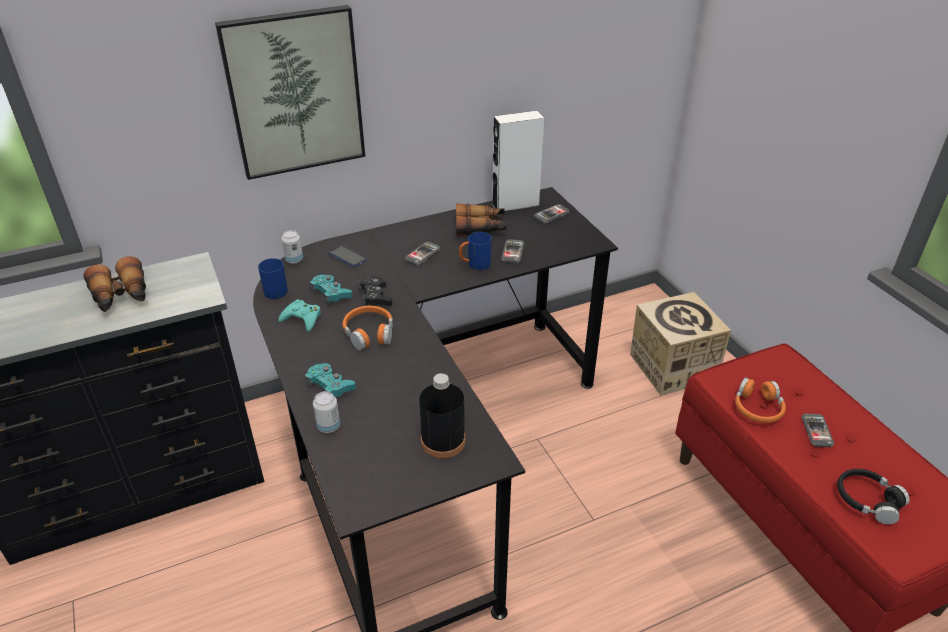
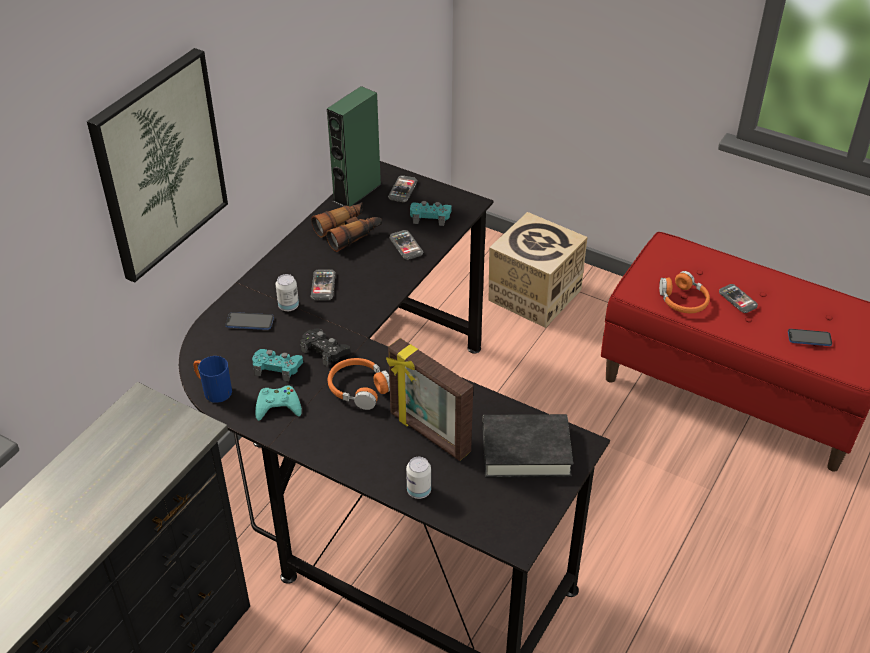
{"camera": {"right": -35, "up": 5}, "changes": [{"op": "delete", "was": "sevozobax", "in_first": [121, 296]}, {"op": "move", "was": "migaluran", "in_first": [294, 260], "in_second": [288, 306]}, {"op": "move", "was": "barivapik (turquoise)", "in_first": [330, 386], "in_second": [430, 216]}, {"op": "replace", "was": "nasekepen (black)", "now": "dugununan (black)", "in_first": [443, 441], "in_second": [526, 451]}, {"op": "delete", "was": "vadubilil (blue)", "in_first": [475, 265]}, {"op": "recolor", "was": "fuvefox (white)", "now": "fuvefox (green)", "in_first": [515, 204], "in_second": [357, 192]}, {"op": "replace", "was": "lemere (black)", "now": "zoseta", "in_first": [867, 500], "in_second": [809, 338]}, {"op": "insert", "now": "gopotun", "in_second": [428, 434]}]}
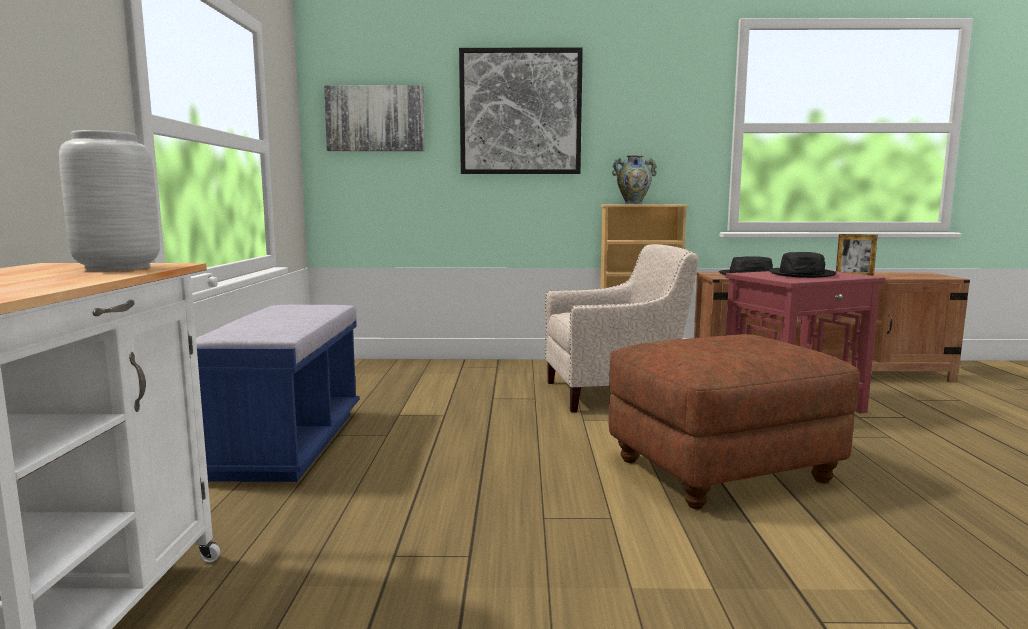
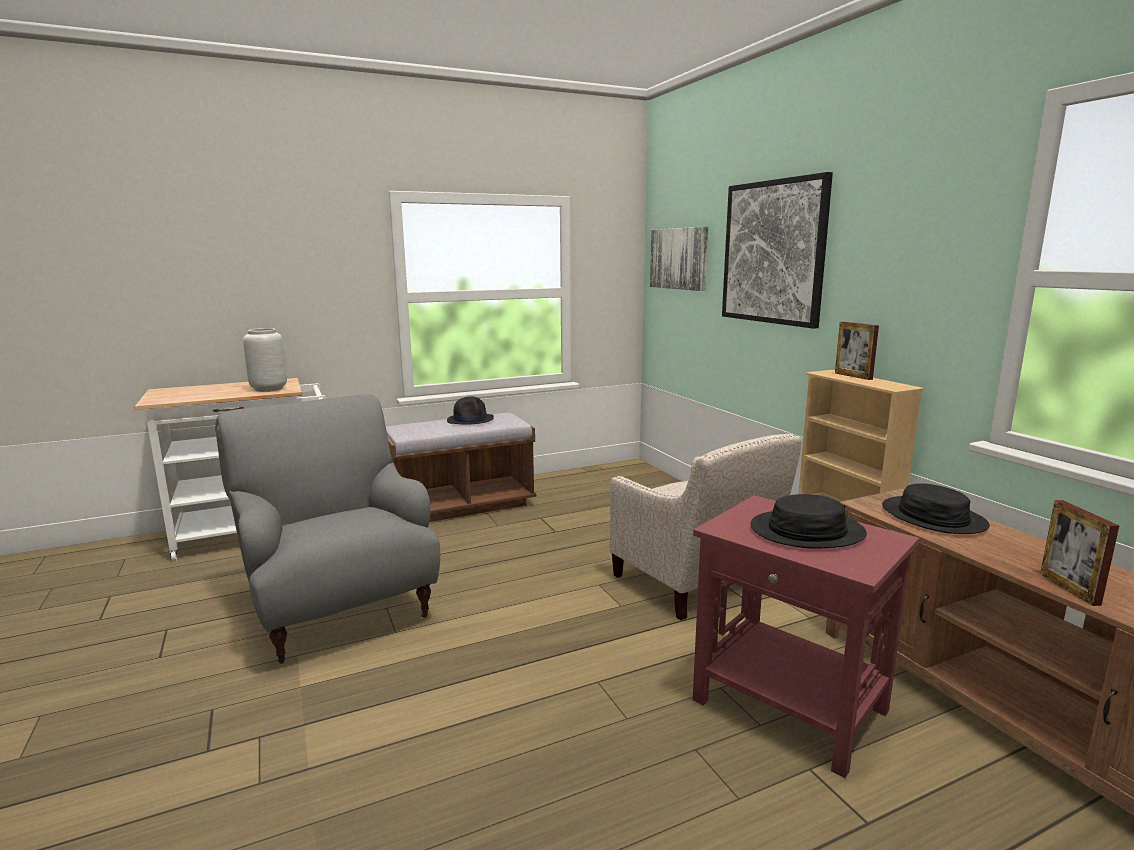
{"camera": {"right": 65, "up": 5}, "changes": [{"op": "recolor", "was": "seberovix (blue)", "now": "seberovix (brown)", "in_first": [286, 444], "in_second": [461, 505]}, {"op": "delete", "was": "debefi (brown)", "in_first": [721, 470]}, {"op": "replace", "was": "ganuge", "now": "gopotun", "in_first": [633, 204], "in_second": [853, 376]}, {"op": "insert", "now": "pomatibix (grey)", "in_second": [338, 609]}, {"op": "insert", "now": "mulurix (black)", "in_second": [470, 419]}]}
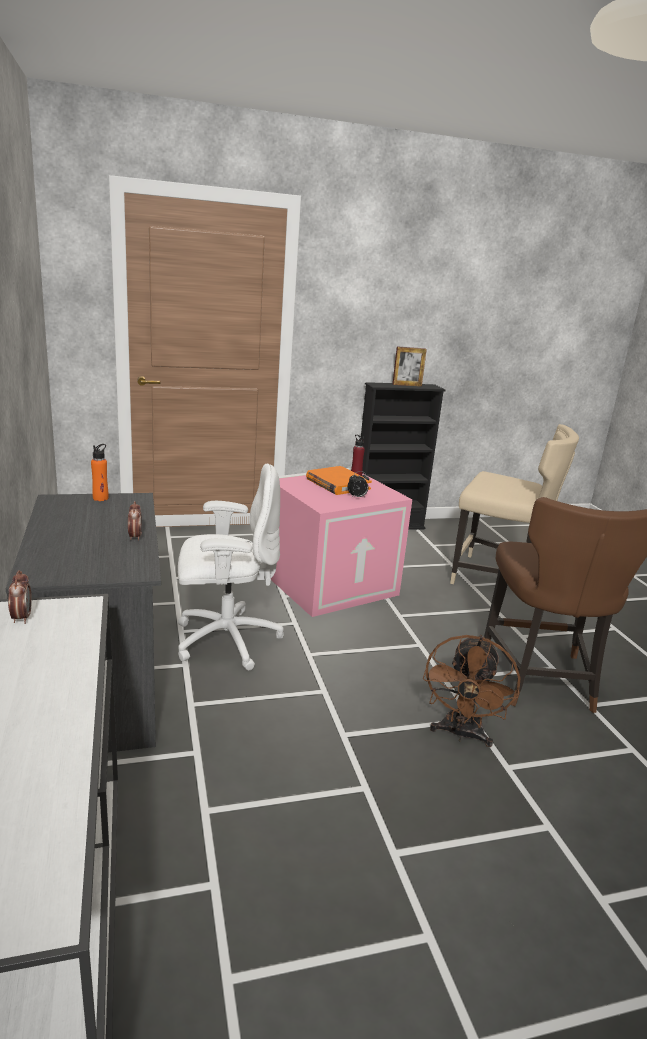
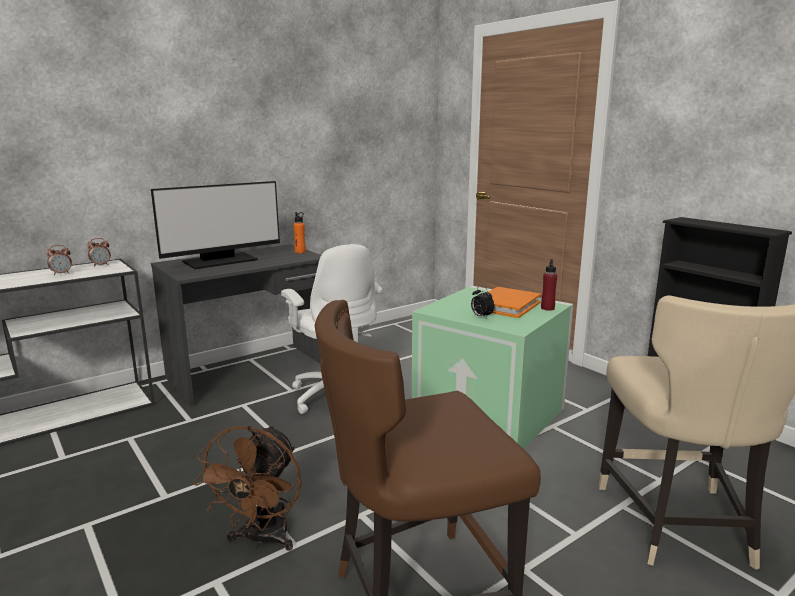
{"camera": {"right": 70, "up": -5}, "changes": [{"op": "move", "was": "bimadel", "in_first": [135, 537], "in_second": [61, 274]}, {"op": "recolor", "was": "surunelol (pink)", "now": "surunelol (green)", "in_first": [329, 581], "in_second": [491, 413]}, {"op": "delete", "was": "gopotun", "in_first": [407, 385]}, {"op": "rotate", "was": "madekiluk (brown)", "in_first": [461, 734], "in_second": [261, 540], "clockwise": -75}, {"op": "insert", "now": "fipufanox", "in_second": [221, 261]}]}
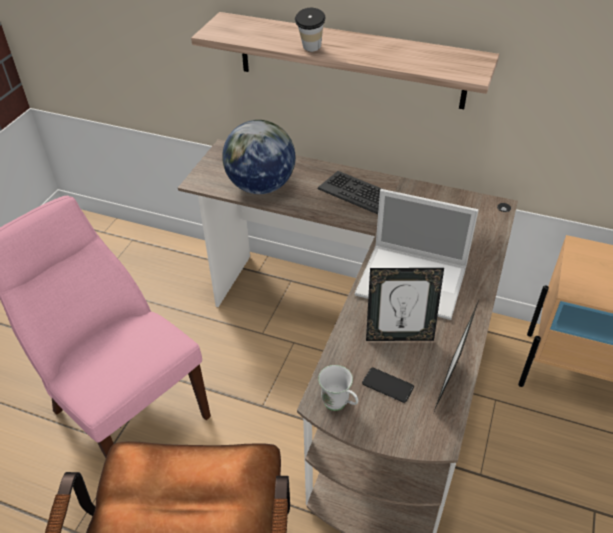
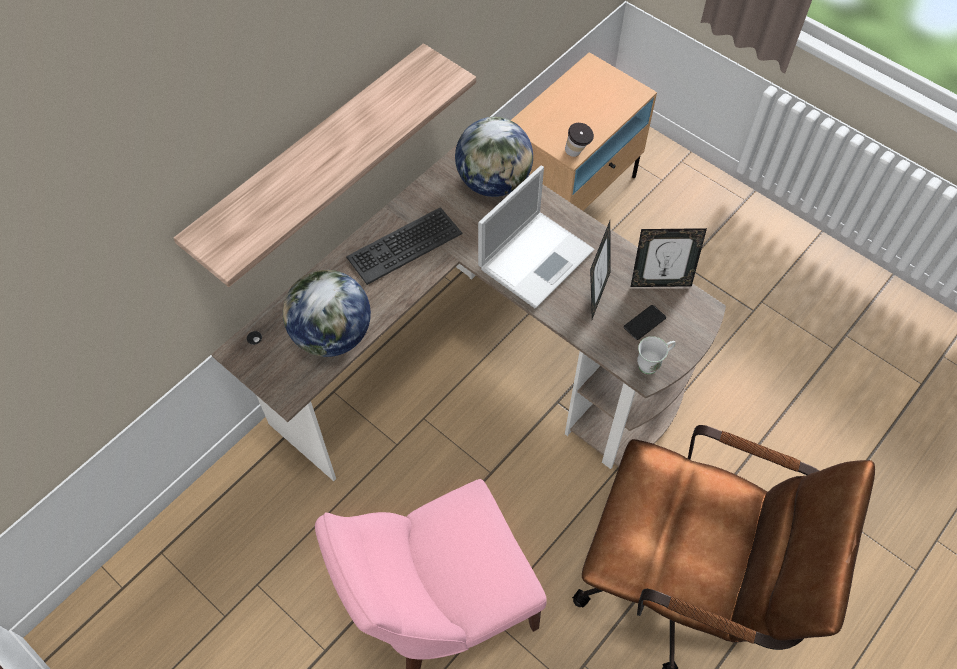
{"camera": {"right": -70, "up": 15}, "changes": [{"op": "move", "was": "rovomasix", "in_first": [310, 50], "in_second": [577, 153]}, {"op": "rotate", "was": "gopotun", "in_first": [448, 386], "in_second": [660, 282], "clockwise": -45}, {"op": "insert", "now": "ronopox", "in_second": [494, 182]}]}
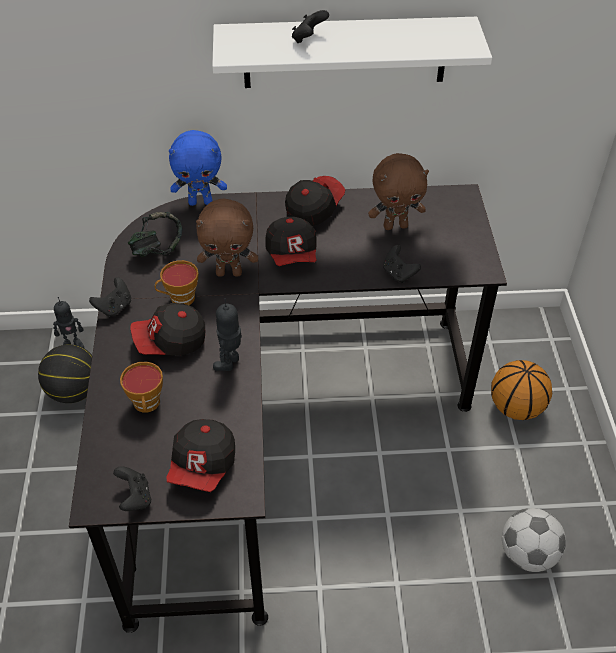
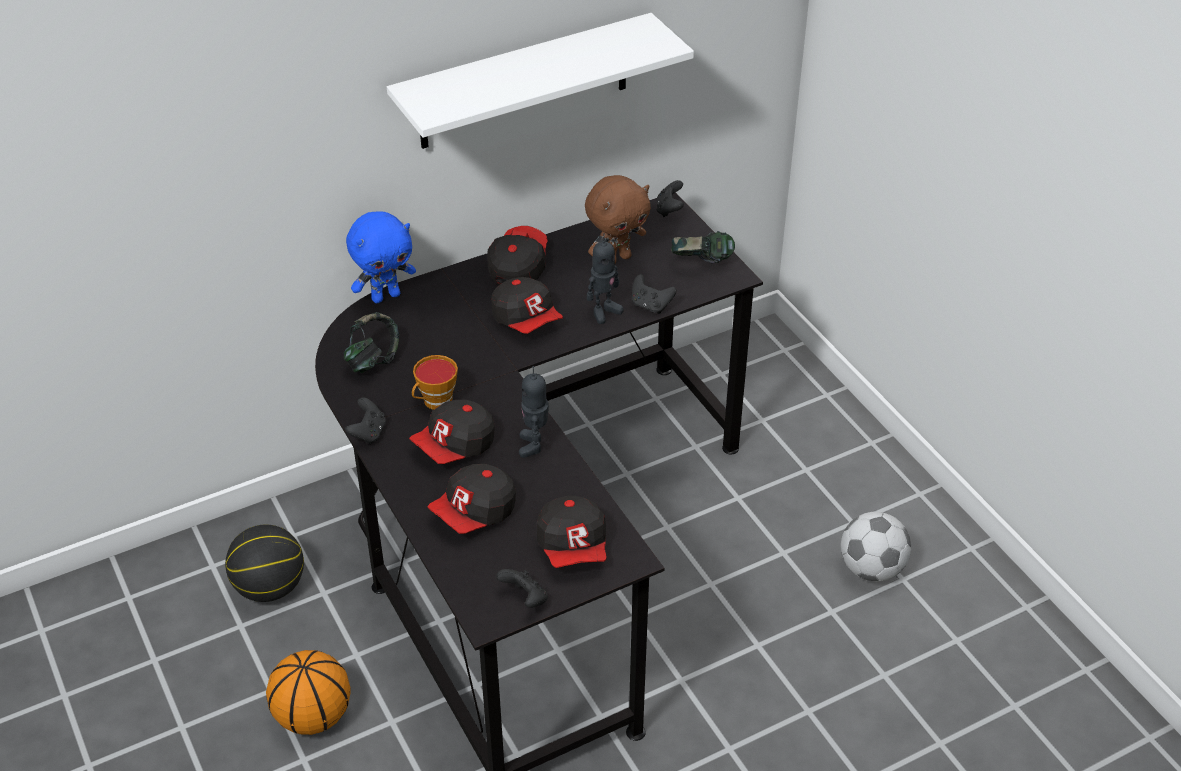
{"camera": {"right": -25, "up": -5}, "changes": [{"op": "move", "was": "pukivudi", "in_first": [72, 345], "in_second": [604, 311]}, {"op": "replace", "was": "rovomasix", "now": "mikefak", "in_first": [147, 404], "in_second": [475, 513]}, {"op": "delete", "was": "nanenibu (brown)", "in_first": [229, 272]}, {"op": "move", "was": "barivapik (black)", "in_first": [308, 39], "in_second": [669, 210]}, {"op": "move", "was": "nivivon", "in_first": [516, 408], "in_second": [313, 717]}, {"op": "insert", "now": "lemere", "in_second": [701, 263]}]}
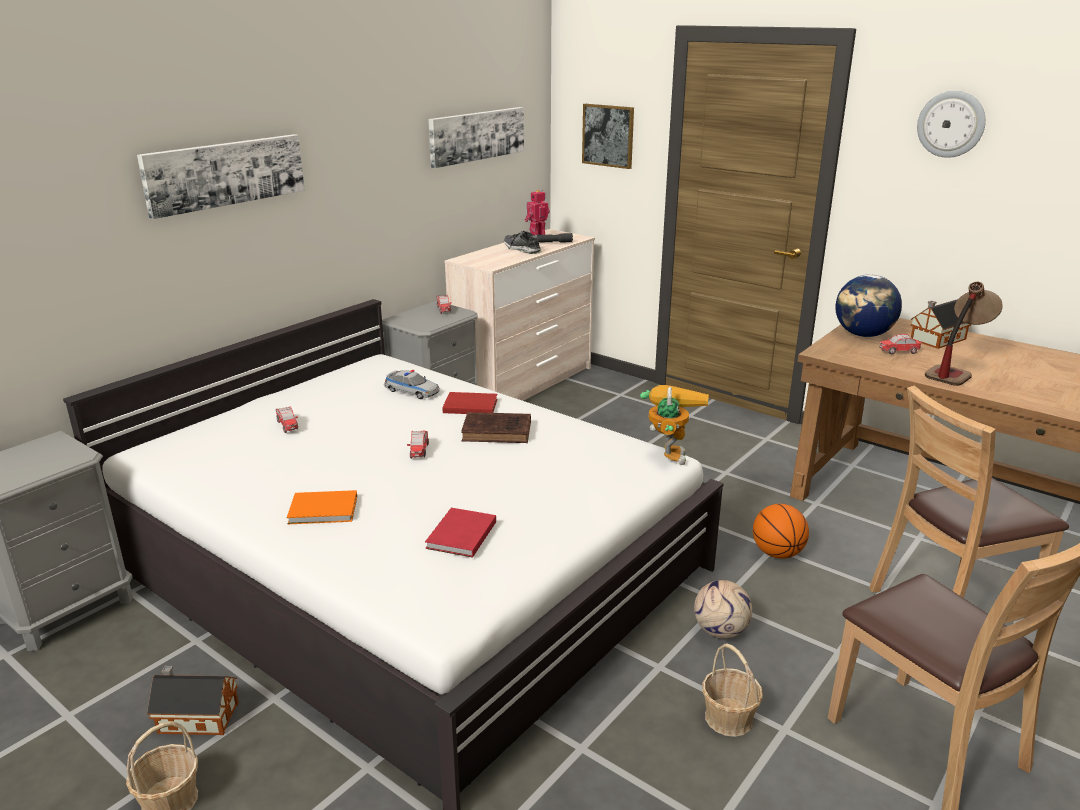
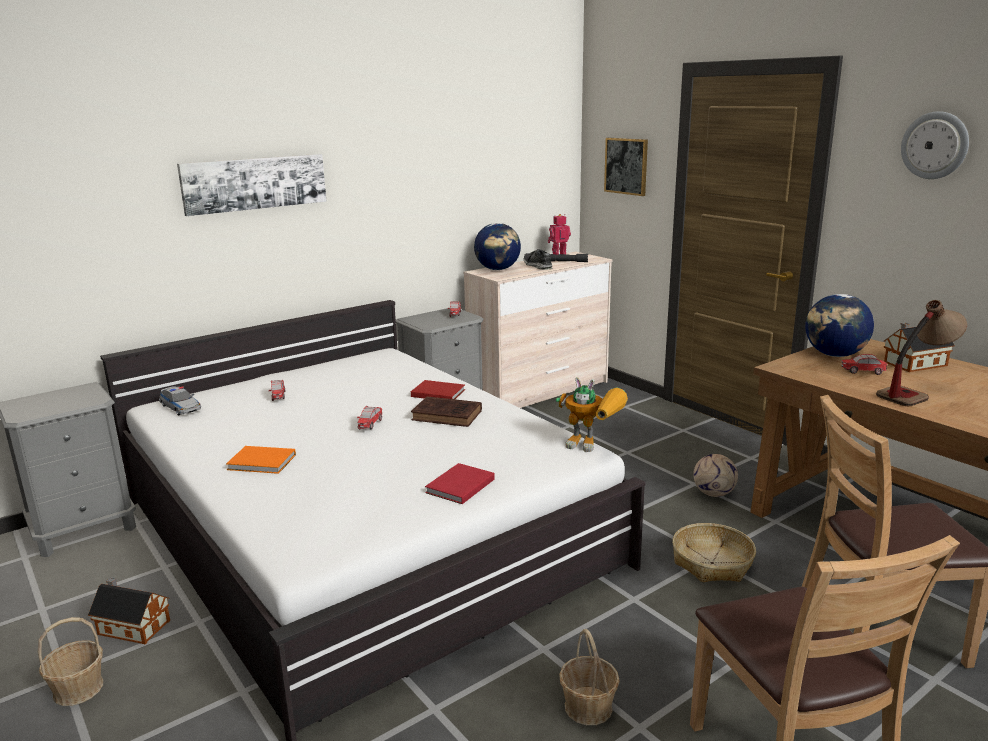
{"camera": {"right": 15, "up": -5}, "changes": [{"op": "move", "was": "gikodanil", "in_first": [412, 391], "in_second": [180, 407]}, {"op": "move", "was": "dugununan (red)", "in_first": [460, 536], "in_second": [458, 486]}, {"op": "delete", "was": "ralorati", "in_first": [476, 136]}, {"op": "rotate", "was": "pukivudi", "in_first": [668, 451], "in_second": [594, 446], "clockwise": 90}, {"op": "move", "was": "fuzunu", "in_first": [721, 631], "in_second": [714, 493]}, {"op": "replace", "was": "nivivon", "now": "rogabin", "in_first": [777, 553], "in_second": [712, 563]}, {"op": "insert", "now": "ronopox", "in_second": [498, 269]}]}
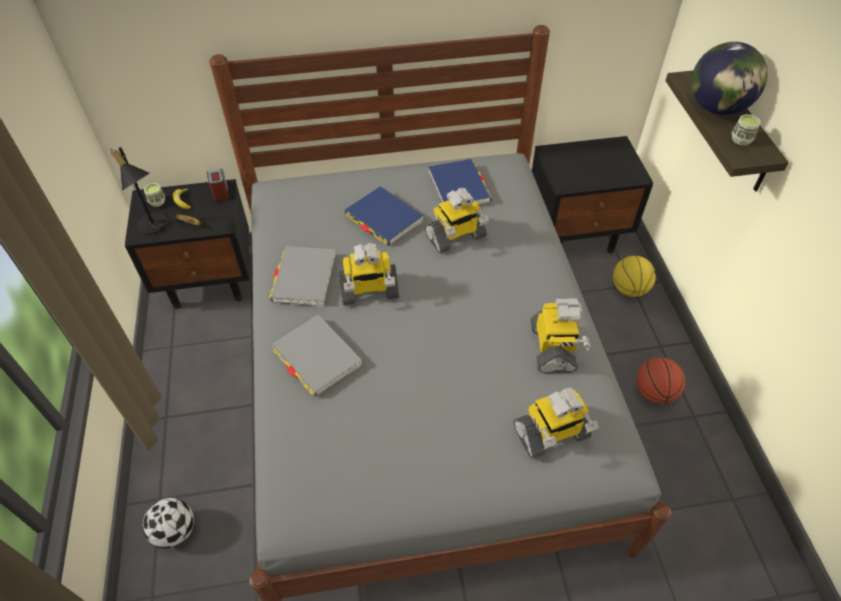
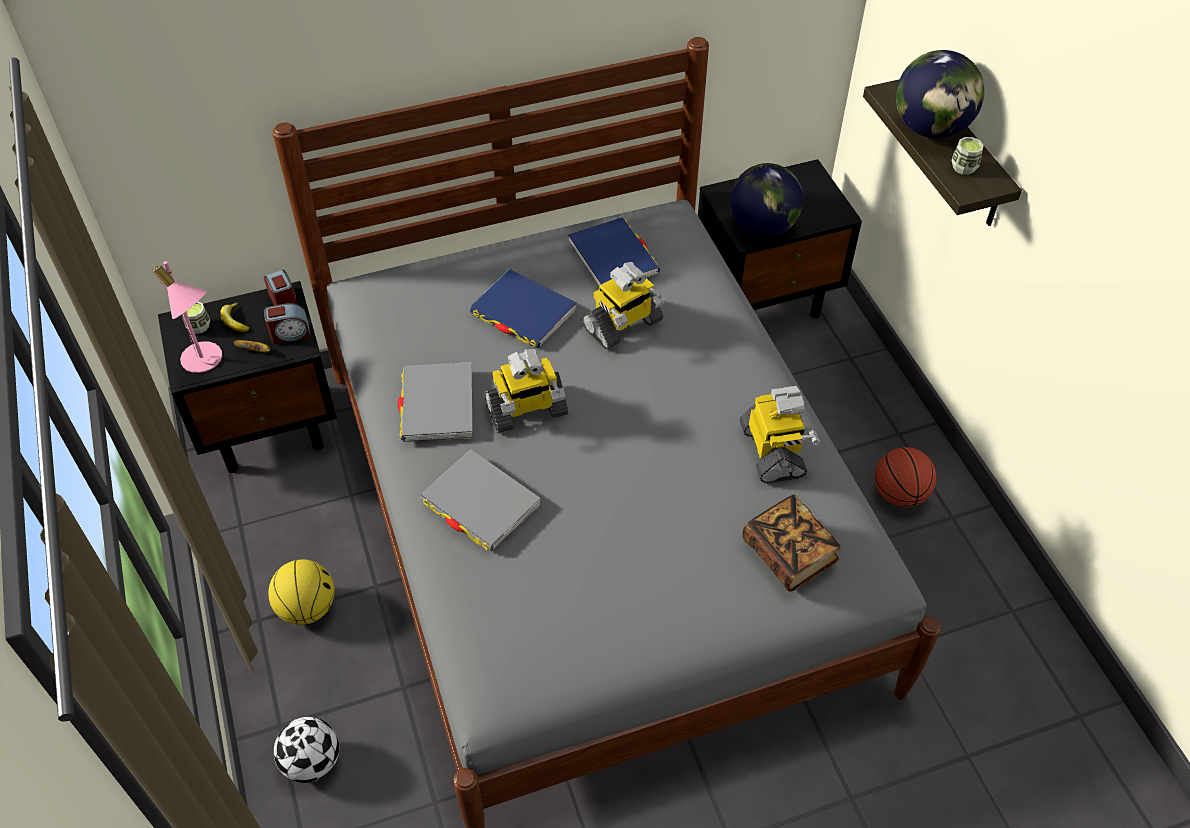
{"camera": {"right": -10, "up": 0}, "changes": [{"op": "recolor", "was": "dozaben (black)", "now": "dozaben (pink)", "in_first": [154, 227], "in_second": [205, 362]}, {"op": "replace", "was": "pukivudi", "now": "dugununan", "in_first": [551, 434], "in_second": [788, 554]}, {"op": "move", "was": "nivivon", "in_first": [629, 289], "in_second": [307, 607]}, {"op": "insert", "now": "bimadel", "in_second": [290, 334]}, {"op": "insert", "now": "ronopox", "in_second": [762, 227]}]}
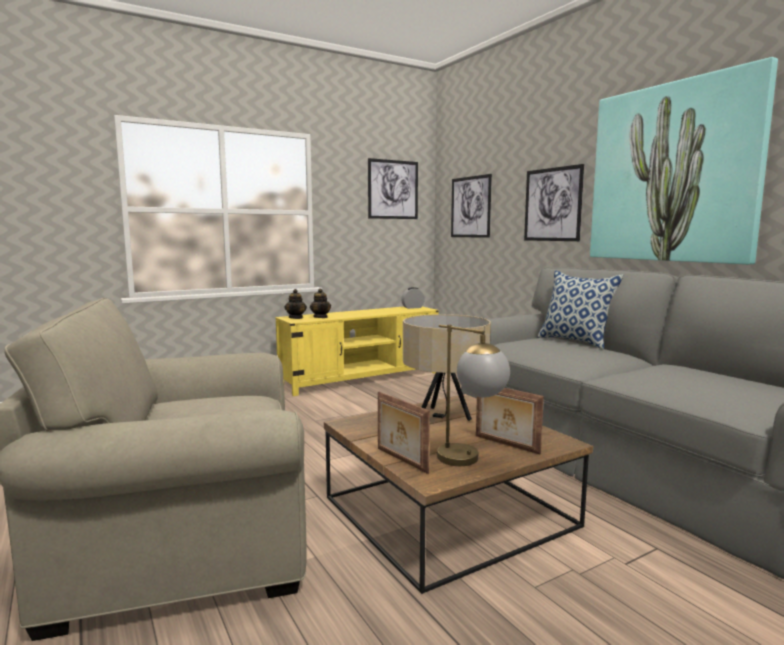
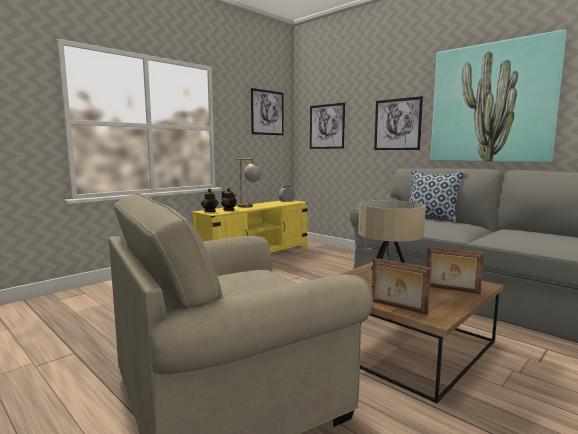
{"camera": {"right": -15, "up": 0}, "changes": [{"op": "move", "was": "dozaben", "in_first": [470, 462], "in_second": [250, 206]}]}
